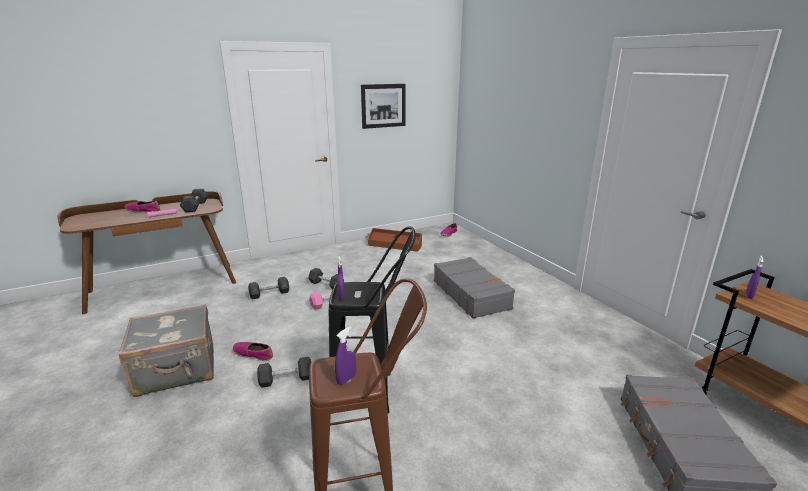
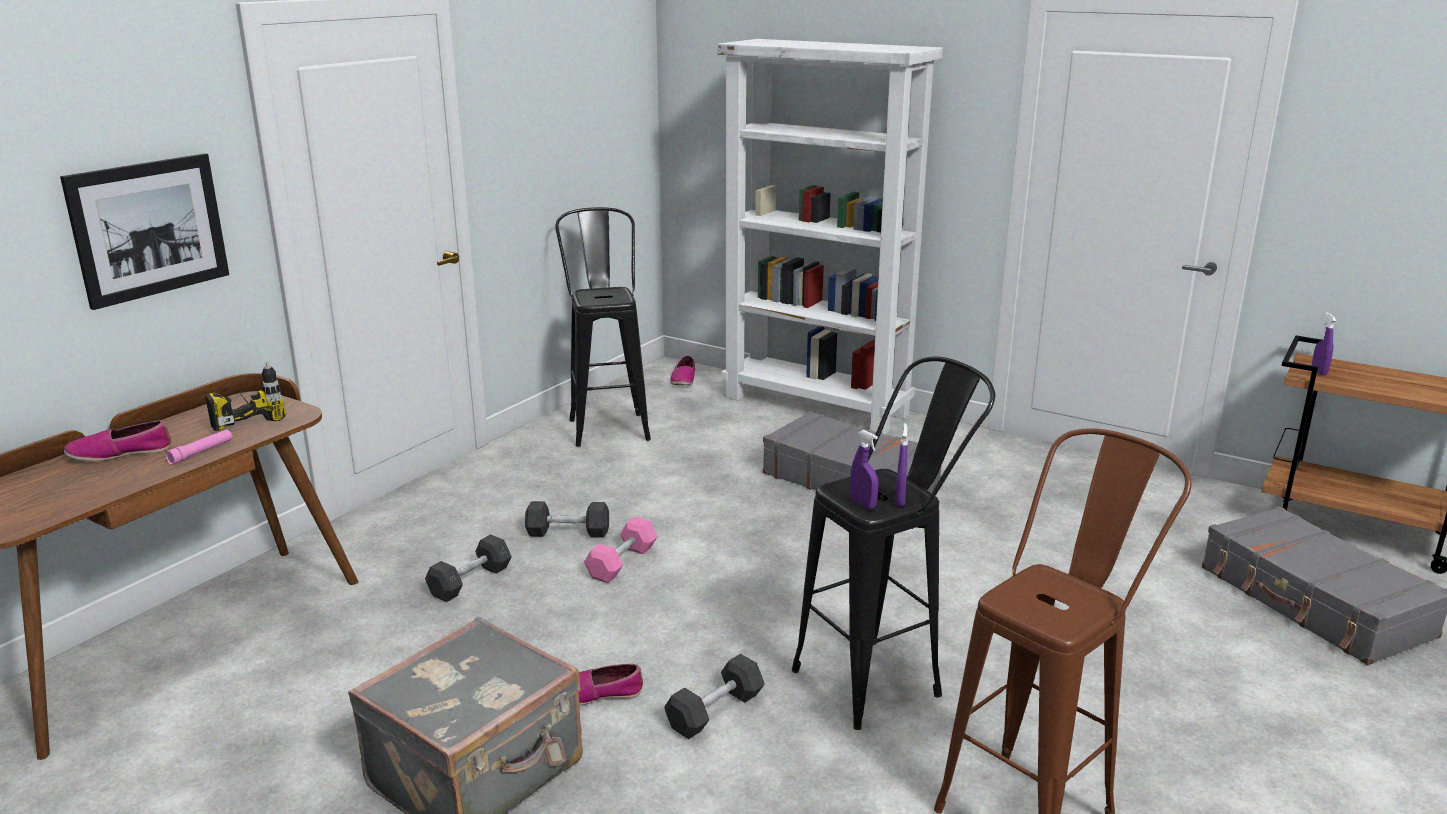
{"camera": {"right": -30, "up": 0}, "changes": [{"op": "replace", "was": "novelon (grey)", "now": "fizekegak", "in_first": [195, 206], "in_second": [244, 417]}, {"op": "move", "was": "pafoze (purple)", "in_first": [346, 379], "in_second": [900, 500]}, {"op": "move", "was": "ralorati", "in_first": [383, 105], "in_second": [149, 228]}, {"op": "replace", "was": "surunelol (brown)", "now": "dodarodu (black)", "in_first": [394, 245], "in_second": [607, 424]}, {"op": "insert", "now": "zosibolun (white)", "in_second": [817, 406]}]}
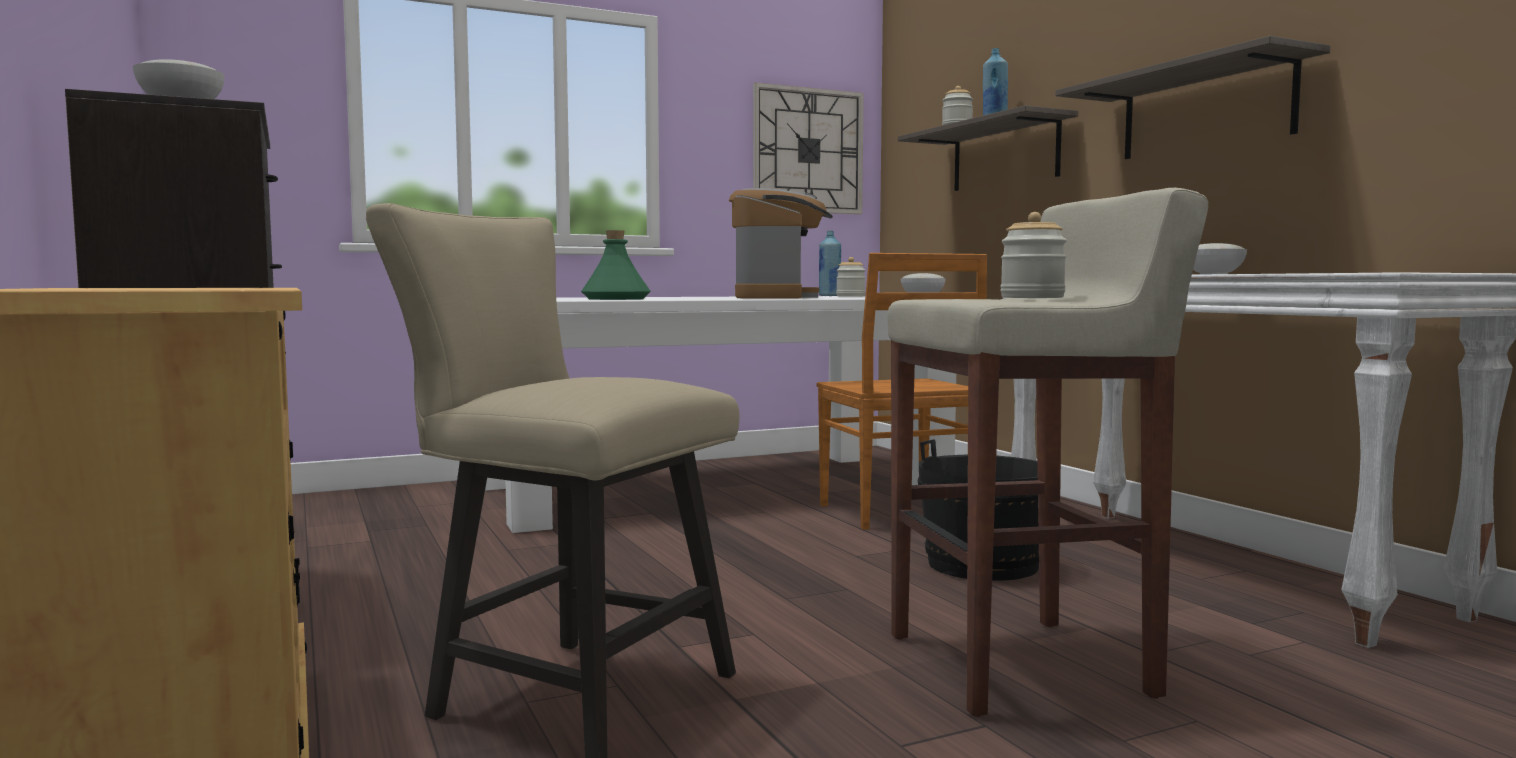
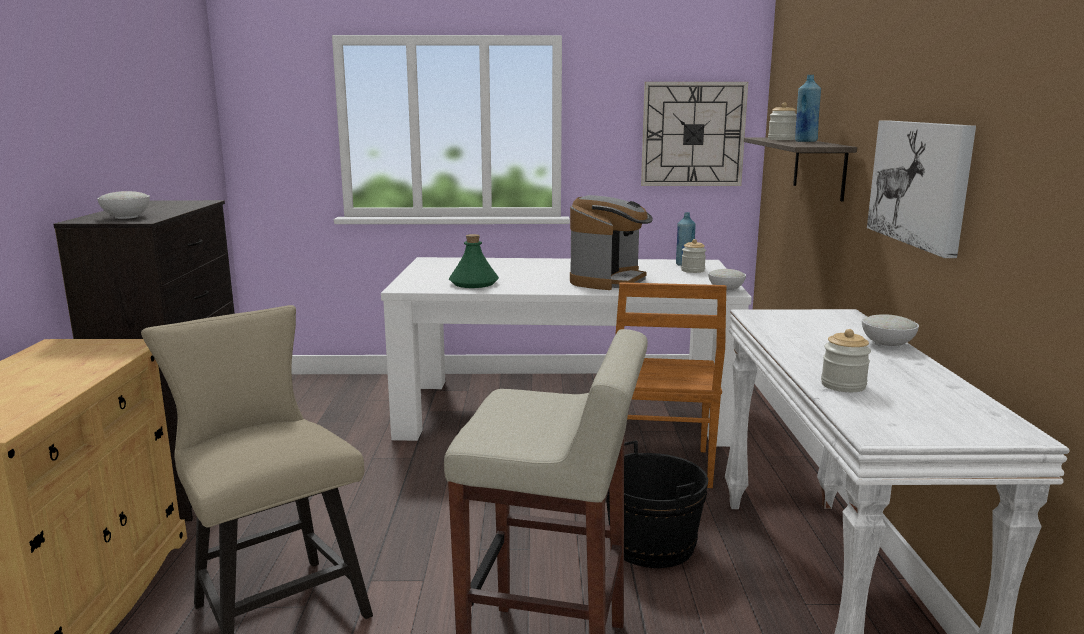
{"camera": {"right": 25, "up": 10}, "changes": [{"op": "move", "was": "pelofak", "in_first": [1032, 297], "in_second": [843, 385]}, {"op": "replace", "was": "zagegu", "now": "ralorati", "in_first": [1205, 110], "in_second": [920, 183]}]}
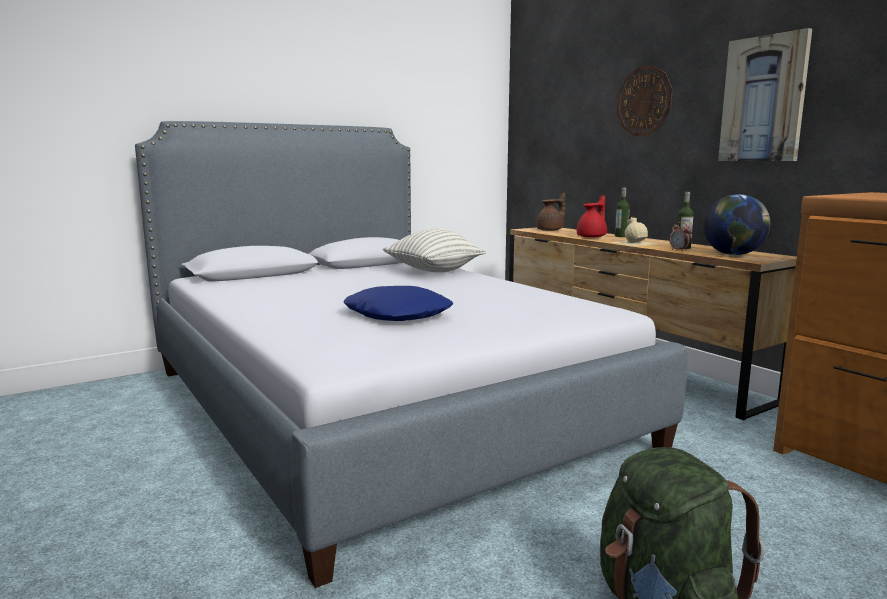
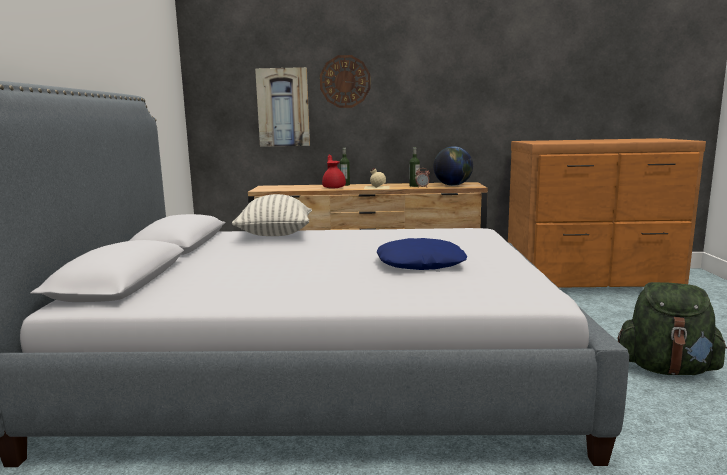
{"camera": {"right": -55, "up": 0}, "changes": [{"op": "delete", "was": "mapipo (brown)", "in_first": [551, 230]}, {"op": "move", "was": "ralorati", "in_first": [764, 99], "in_second": [283, 107]}]}
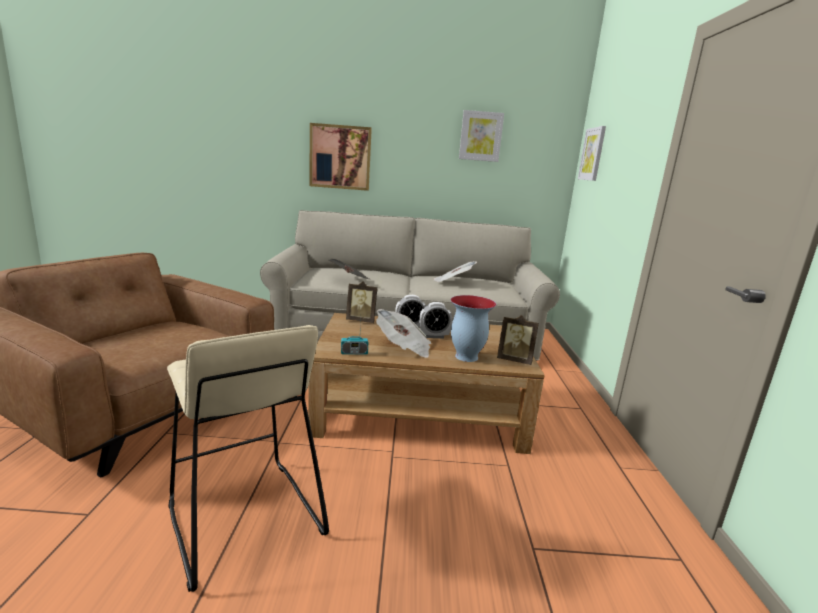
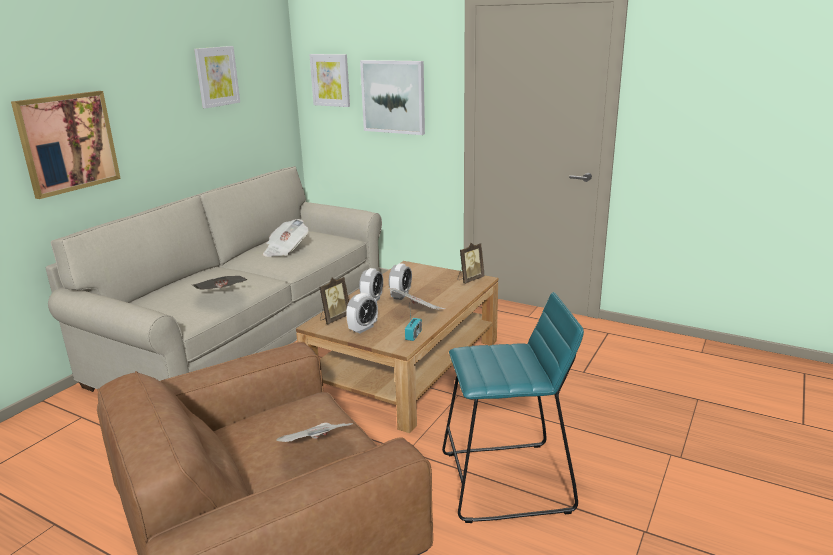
{"camera": {"right": -60, "up": 5}, "changes": [{"op": "recolor", "was": "dodarodu (beige)", "now": "dodarodu (turquoise)", "in_first": [243, 519], "in_second": [506, 482]}, {"op": "delete", "was": "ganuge", "in_first": [466, 357]}, {"op": "insert", "now": "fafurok", "in_second": [317, 448]}, {"op": "insert", "now": "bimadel", "in_second": [363, 328]}, {"op": "insert", "now": "ralorati", "in_second": [393, 97]}]}
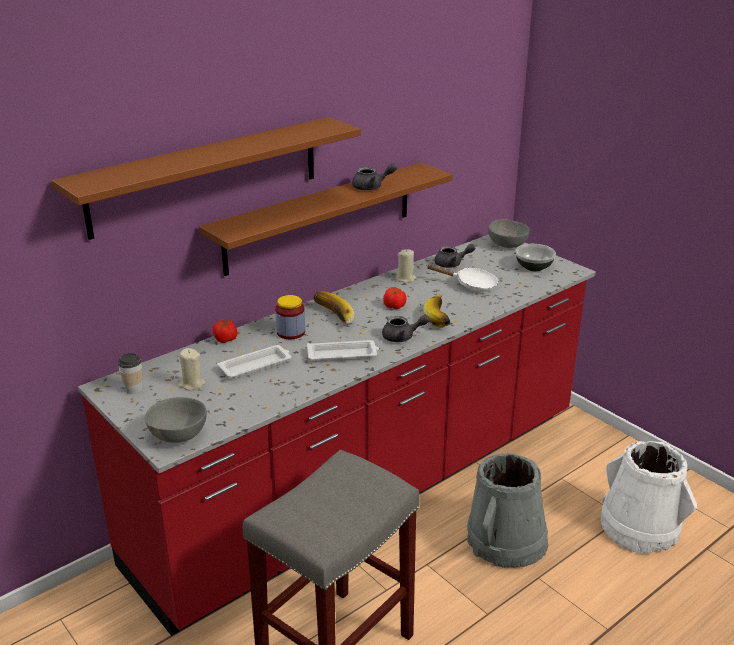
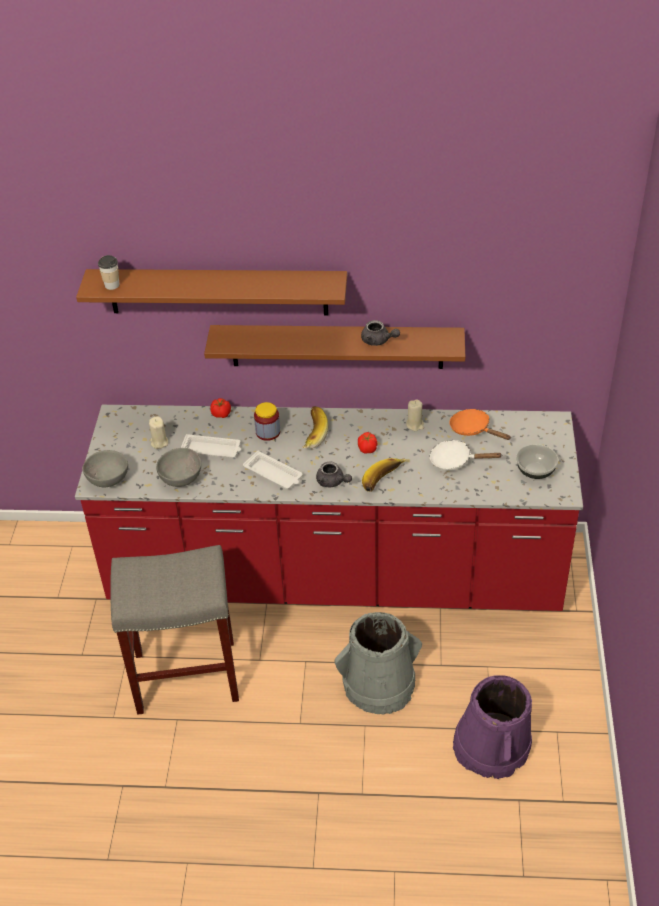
{"camera": {"right": 45, "up": 15}, "changes": [{"op": "move", "was": "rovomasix", "in_first": [133, 389], "in_second": [112, 285]}, {"op": "rotate", "was": "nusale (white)", "in_first": [471, 285], "in_second": [455, 461], "clockwise": 135}, {"op": "replace", "was": "mapipo (grey)", "now": "nusale (orange)", "in_first": [452, 264], "in_second": [473, 429]}, {"op": "move", "was": "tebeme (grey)", "in_first": [507, 245], "in_second": [182, 478]}, {"op": "recolor", "was": "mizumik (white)", "now": "mizumik (purple)", "in_first": [639, 526], "in_second": [492, 746]}]}
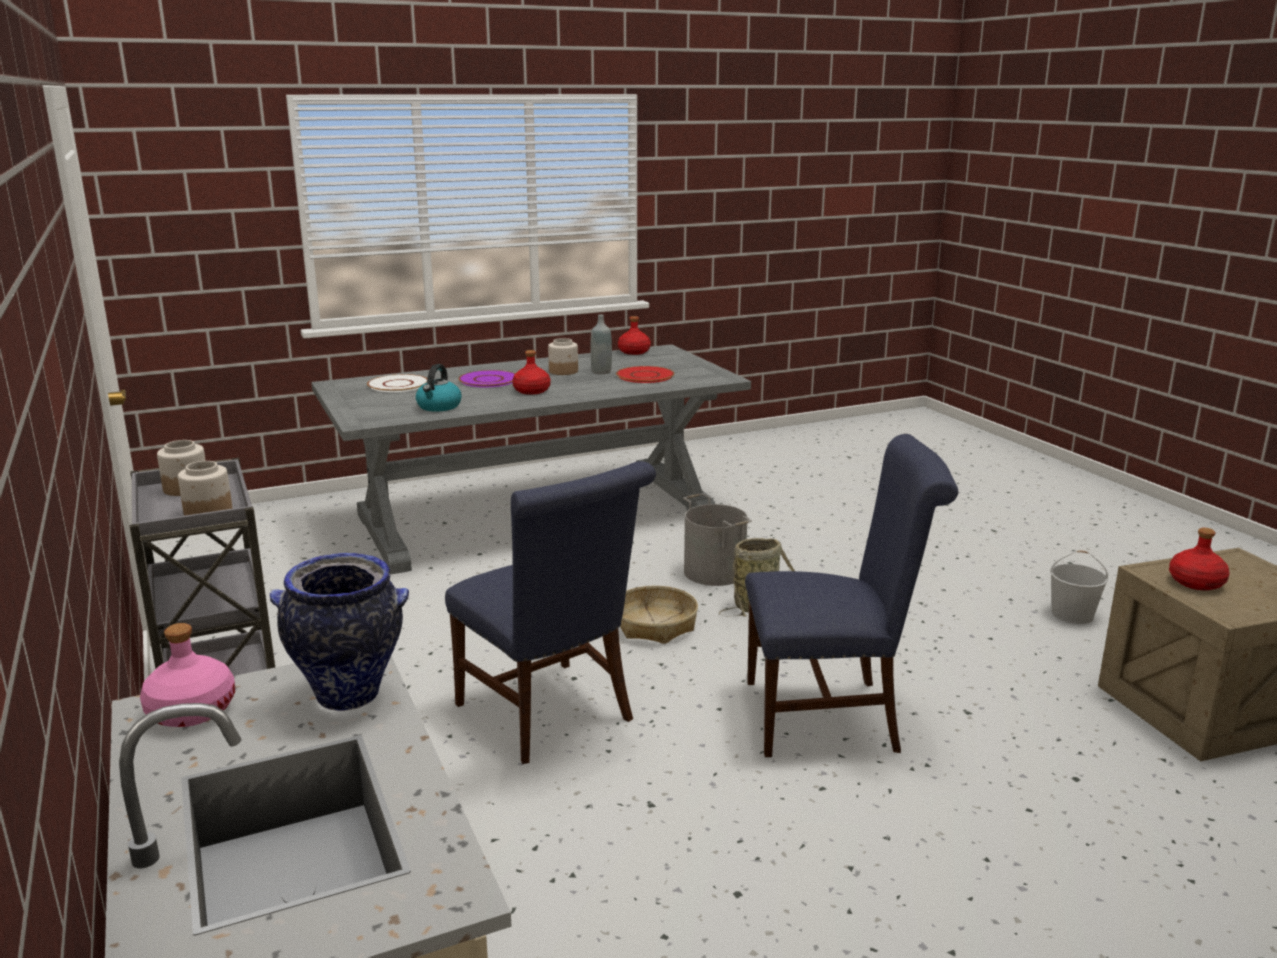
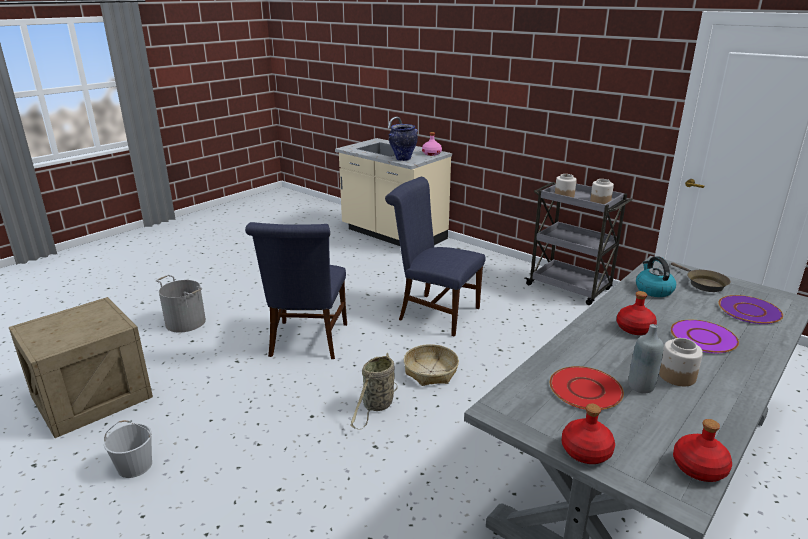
{"camera": {"right": 155, "up": 5}, "changes": [{"op": "recolor", "was": "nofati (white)", "now": "nofati (purple)", "in_first": [397, 385], "in_second": [749, 310]}, {"op": "move", "was": "mizumik (grey)", "in_first": [713, 572], "in_second": [186, 322]}, {"op": "rotate", "was": "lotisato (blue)", "in_first": [832, 716], "in_second": [307, 342], "clockwise": -60}, {"op": "move", "was": "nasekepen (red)", "in_first": [1195, 582], "in_second": [586, 451]}, {"op": "insert", "now": "nusale (brown)", "in_second": [703, 283]}]}
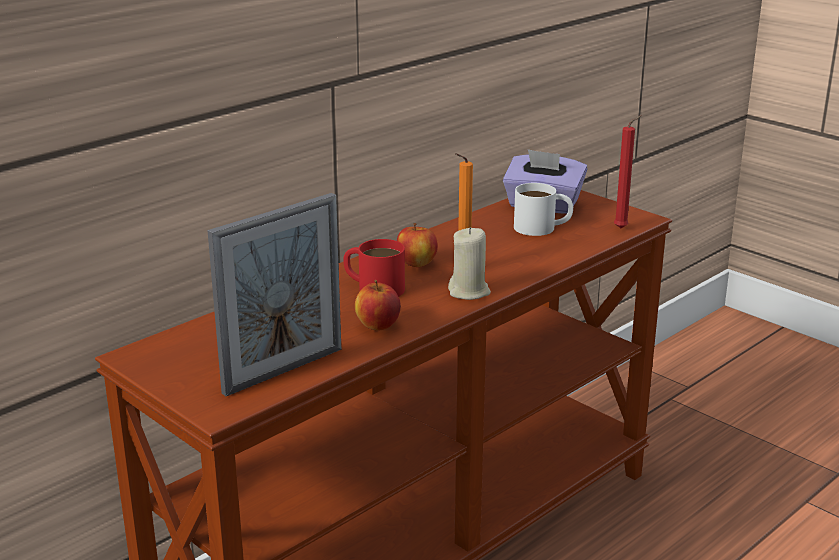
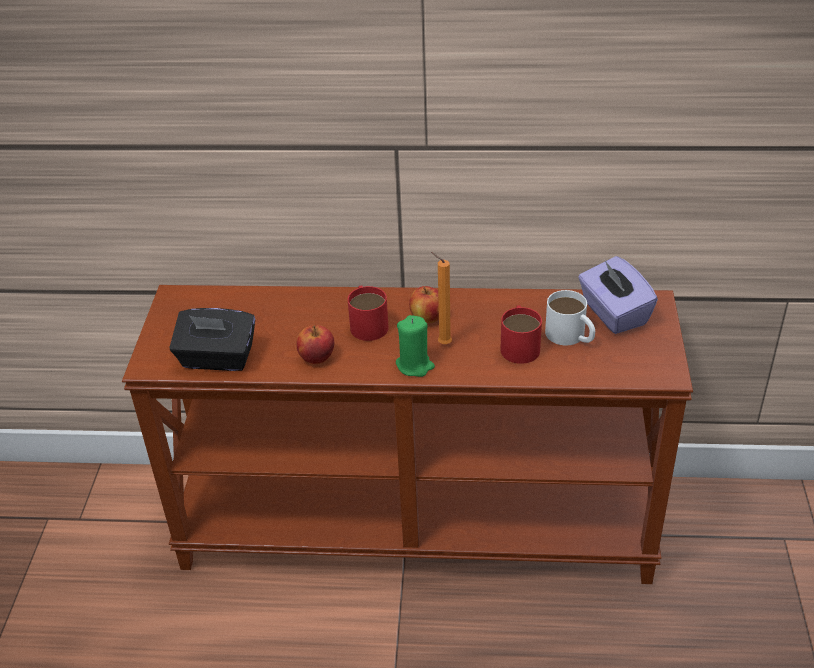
{"camera": {"right": 50, "up": 15}, "changes": [{"op": "replace", "was": "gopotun", "now": "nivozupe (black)", "in_first": [283, 370], "in_second": [217, 358]}, {"op": "recolor", "was": "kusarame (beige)", "now": "kusarame (green)", "in_first": [469, 292], "in_second": [415, 365]}, {"op": "delete", "was": "kusarame (red)", "in_first": [623, 228]}, {"op": "insert", "now": "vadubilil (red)", "in_second": [519, 344]}]}
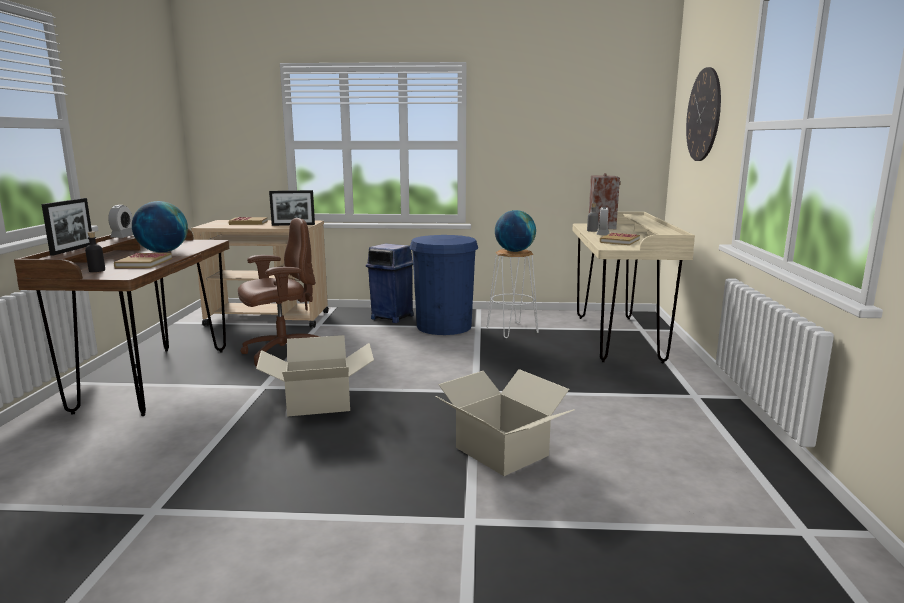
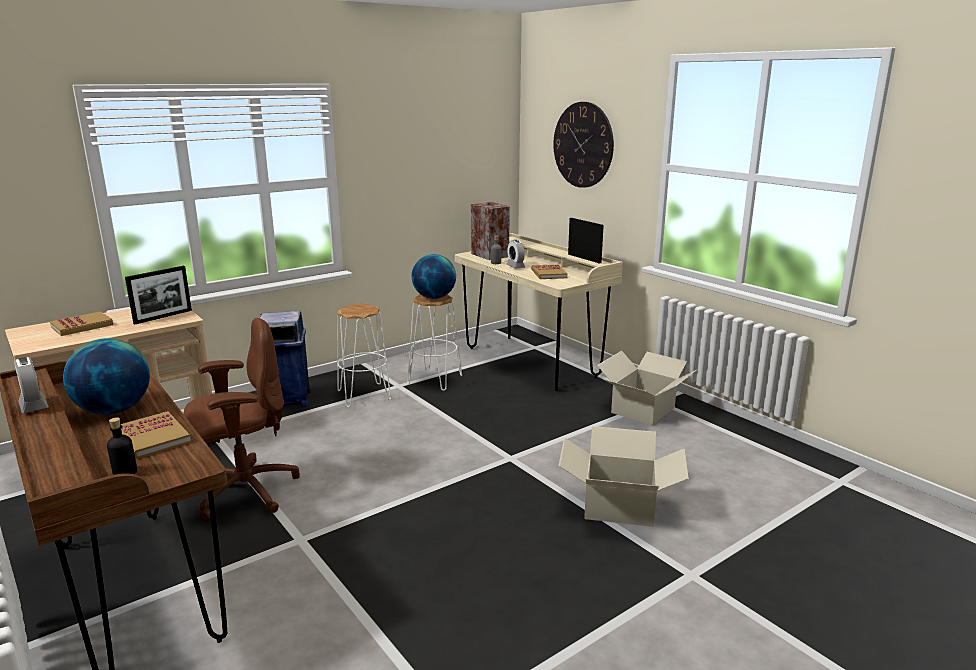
{"camera": {"right": -40, "up": 5}, "changes": [{"op": "move", "was": "gopotun", "in_first": [73, 249], "in_second": [584, 258]}, {"op": "rotate", "was": "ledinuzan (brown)", "in_first": [281, 354], "in_second": [243, 491], "clockwise": 45}, {"op": "move", "was": "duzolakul", "in_first": [319, 403], "in_second": [643, 410]}, {"op": "replace", "was": "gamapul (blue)", "now": "dodarodu (white)", "in_first": [444, 326], "in_second": [364, 395]}]}
